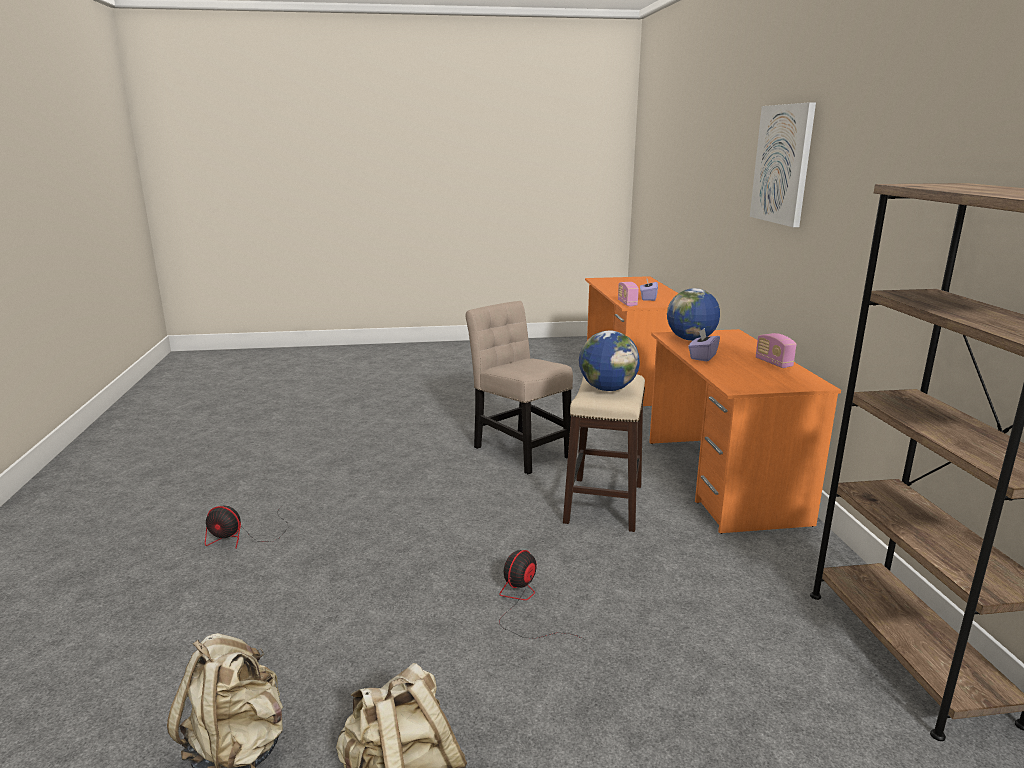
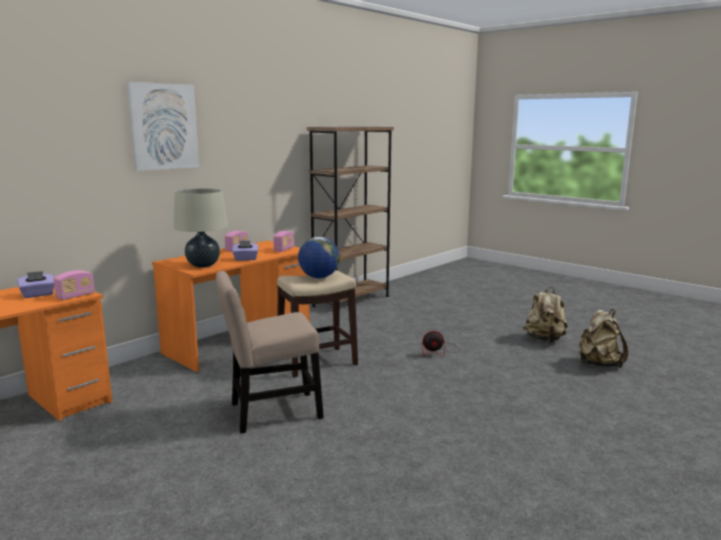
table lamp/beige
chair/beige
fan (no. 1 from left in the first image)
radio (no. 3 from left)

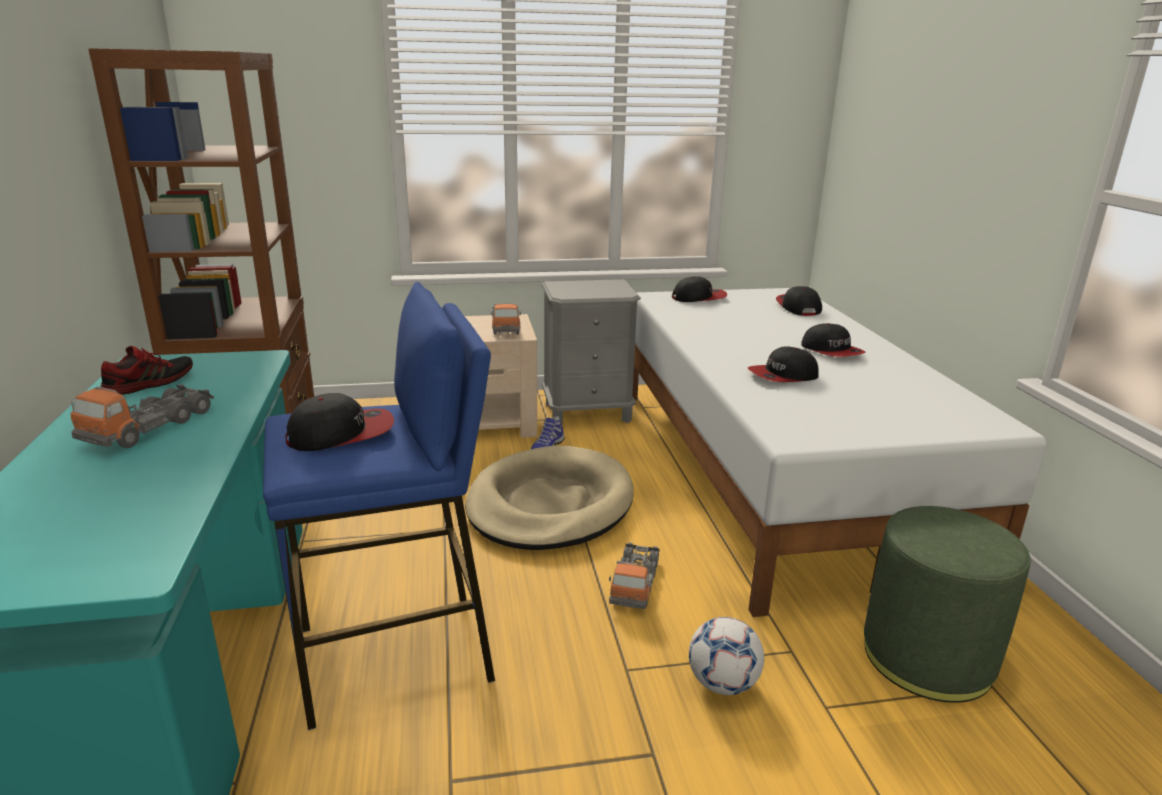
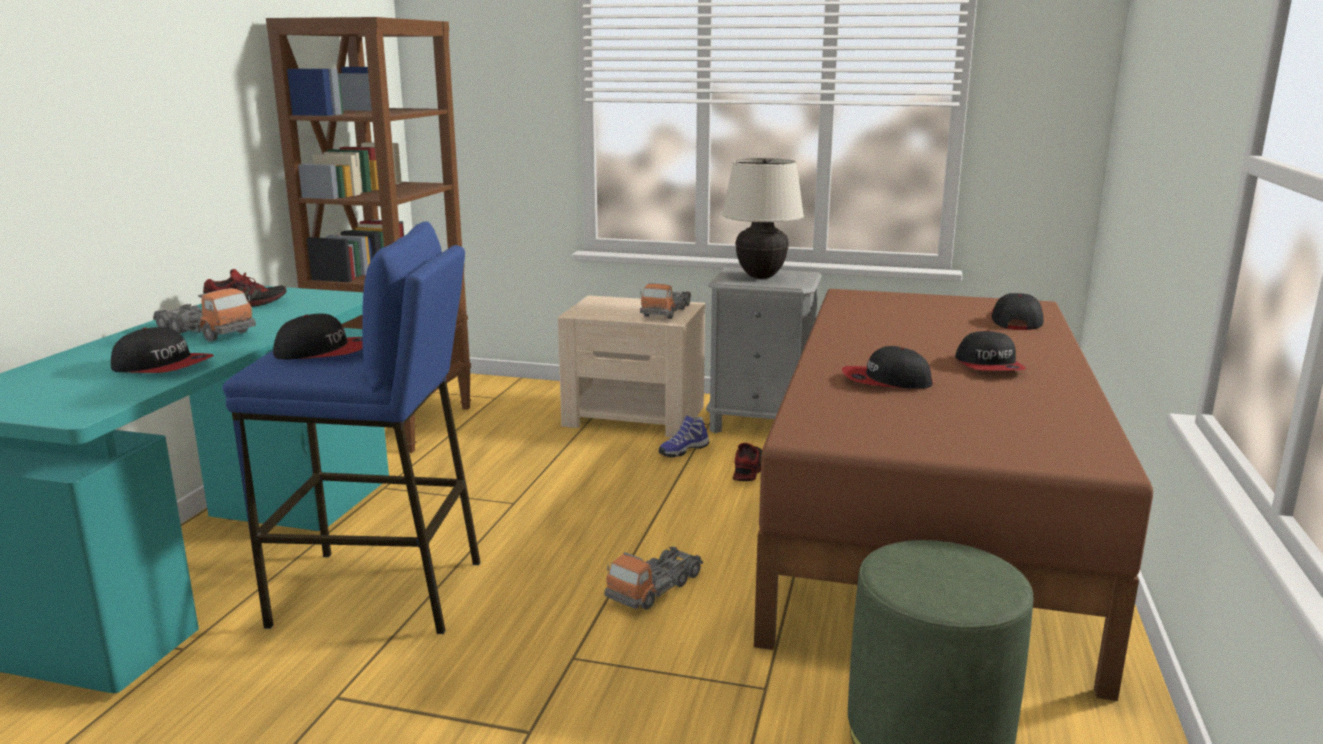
cap (no. 1 from left)
bed/brown
toy truck (no. 1 from left)
dog bed/beige
football
table lamp/beige
shoe (no. 3 from left)

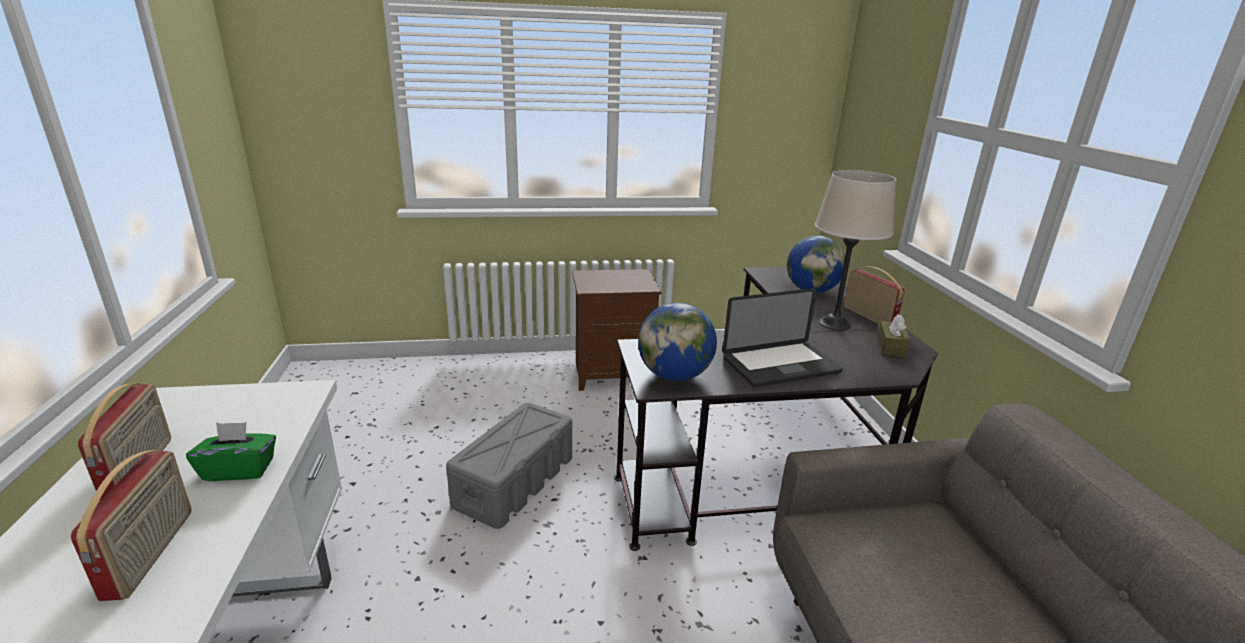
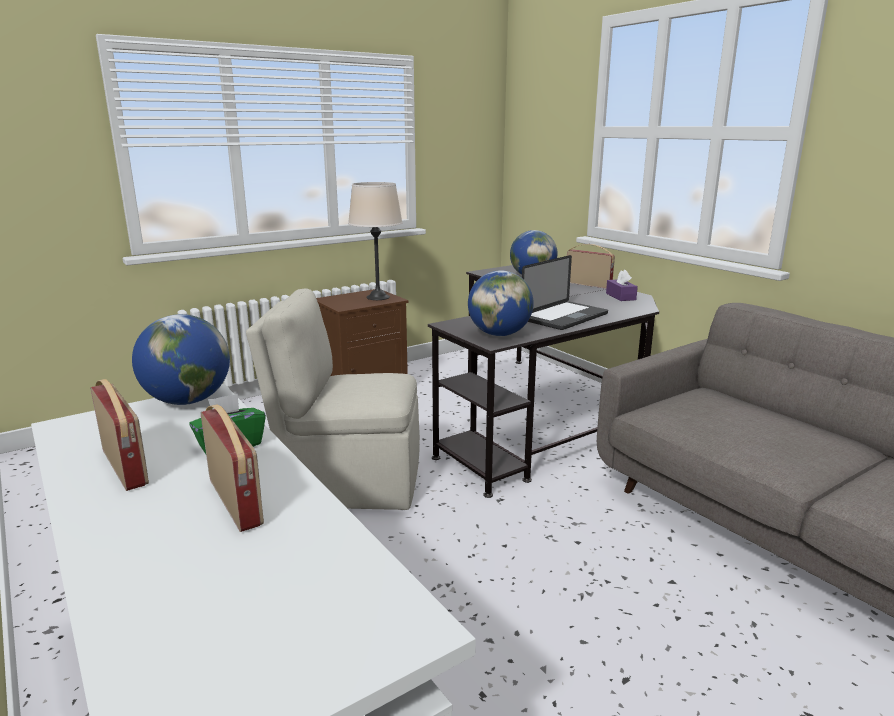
table lamp/beige
tissue box/purple
chair/beige
globe (no. 1 from left)

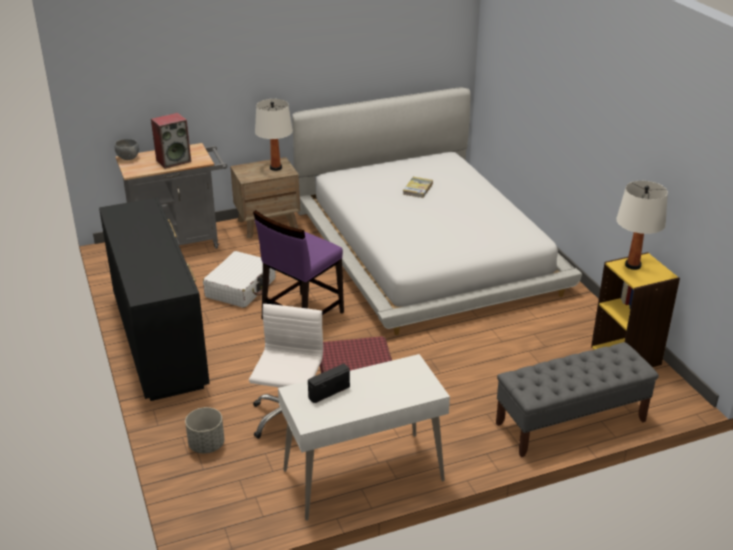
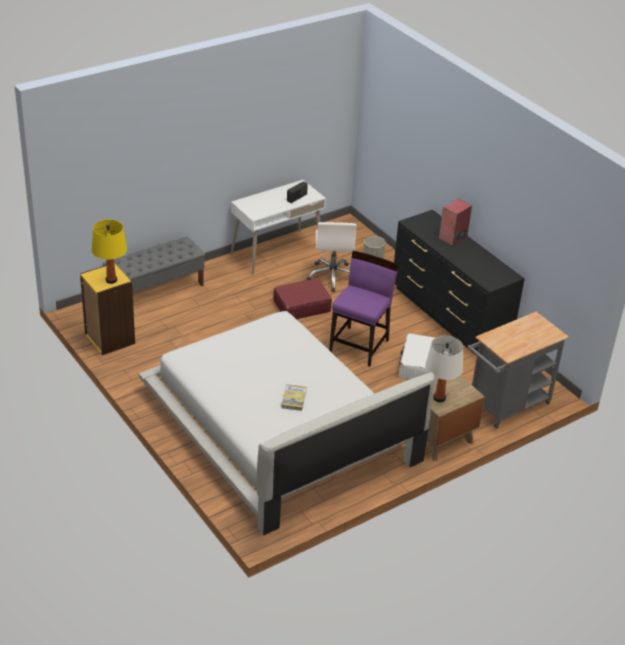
speaker
bowl/grey
table lamp/yellow

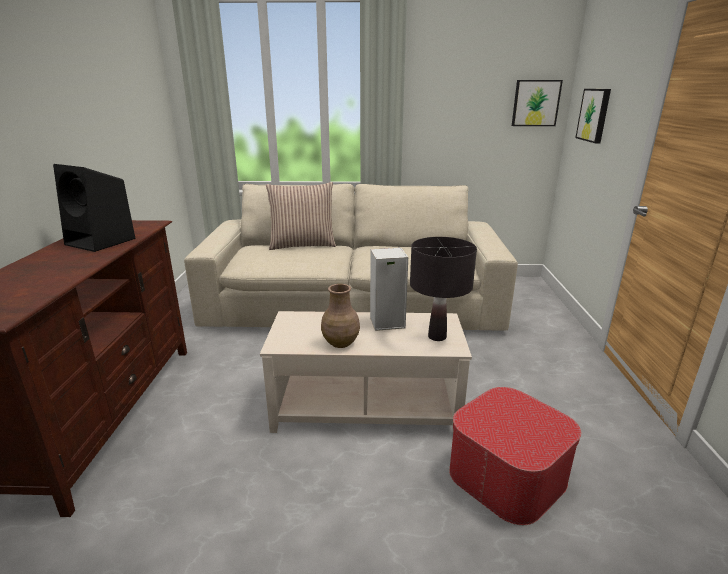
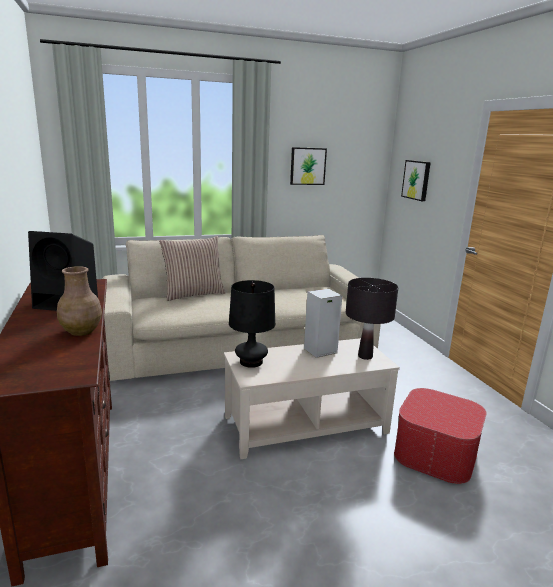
picture (no. 1 from left)
vase/brown
table lamp/black (no. 1 from left)

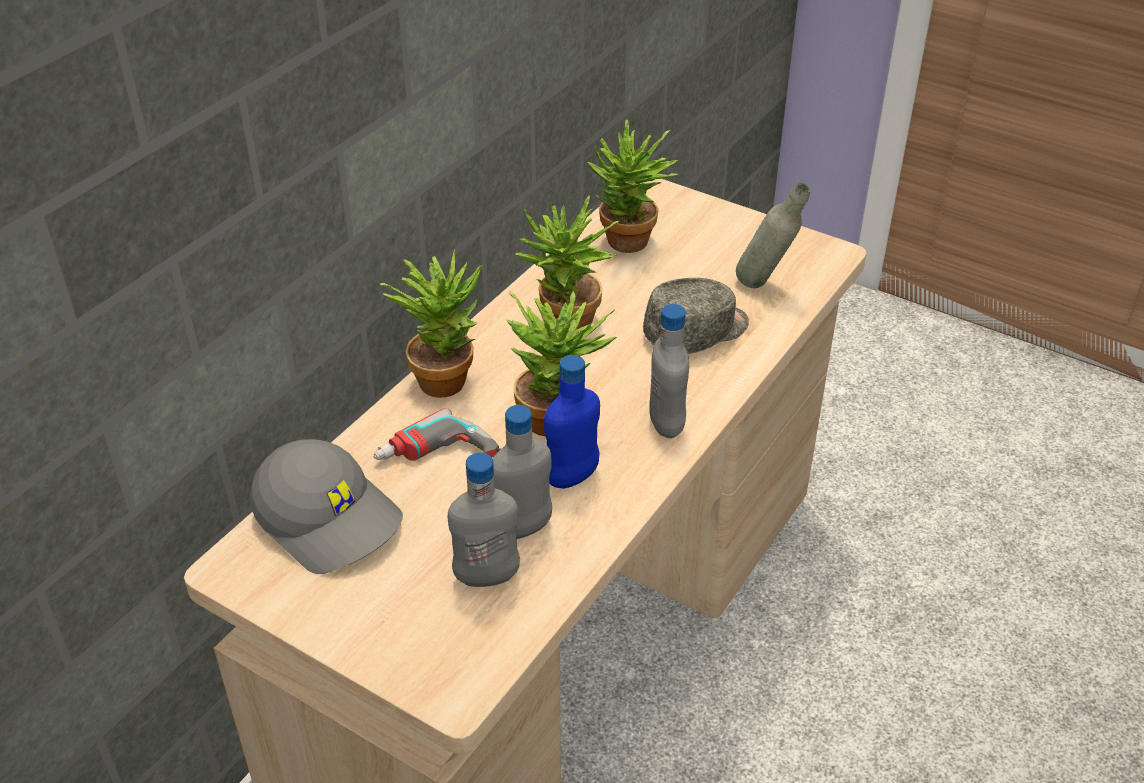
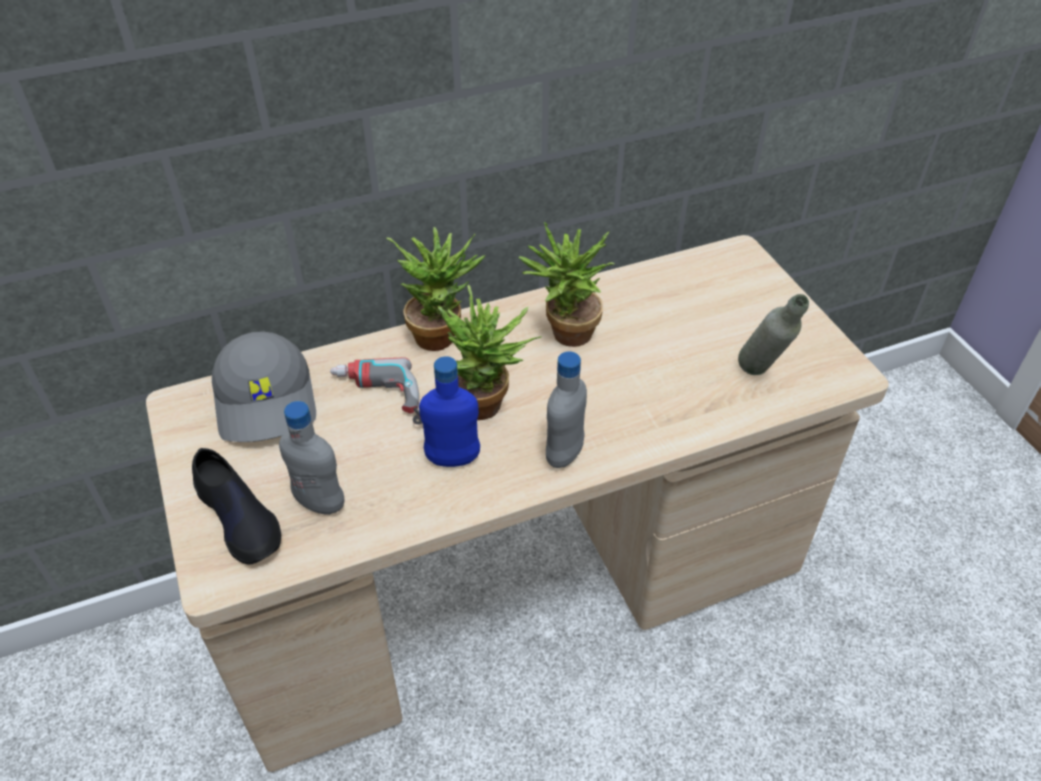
potted plant (no. 4 from left in the first image)
cap/grey (no. 2 from left in the first image)
bottle/grey (no. 2 from left in the first image)
shoe/black

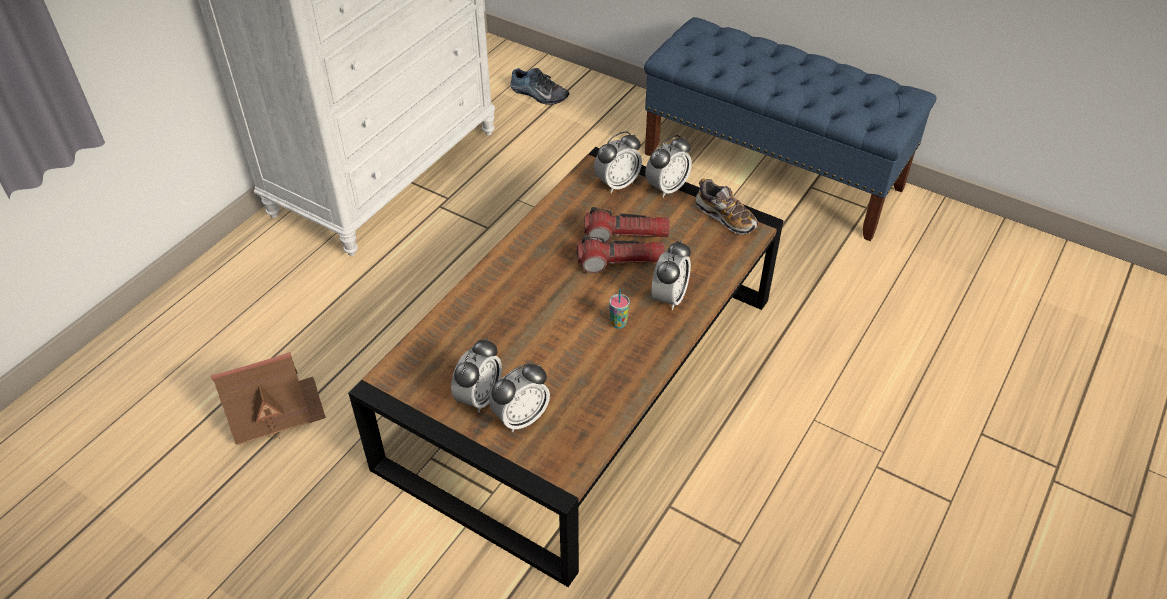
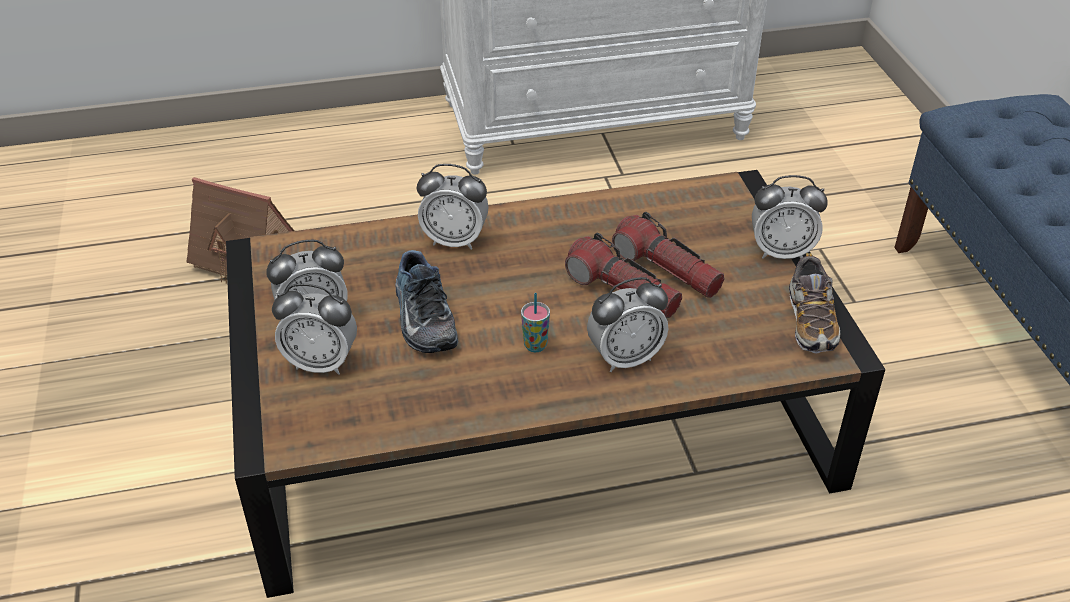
shoe (no. 1 from left)
alarm clock (no. 3 from left)

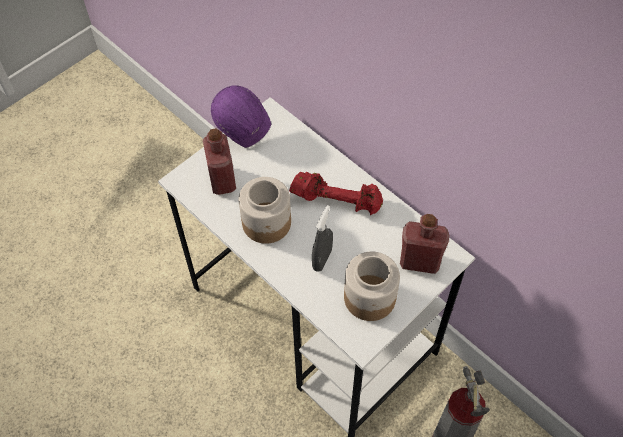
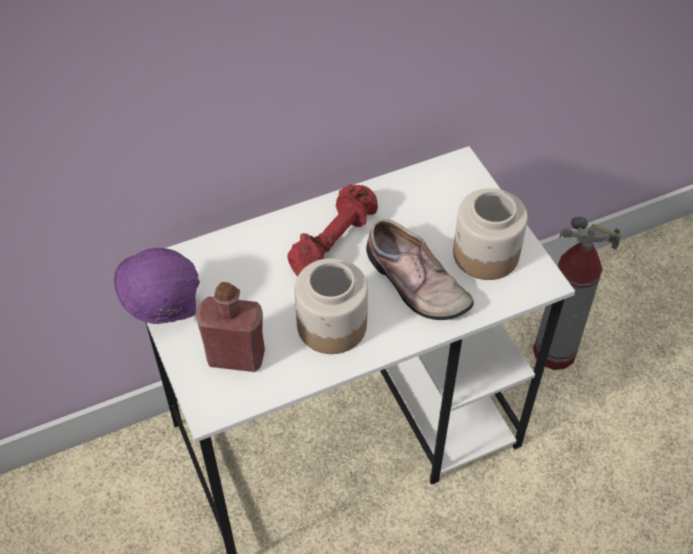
shoe
bottle/red (no. 2 from left in the first image)

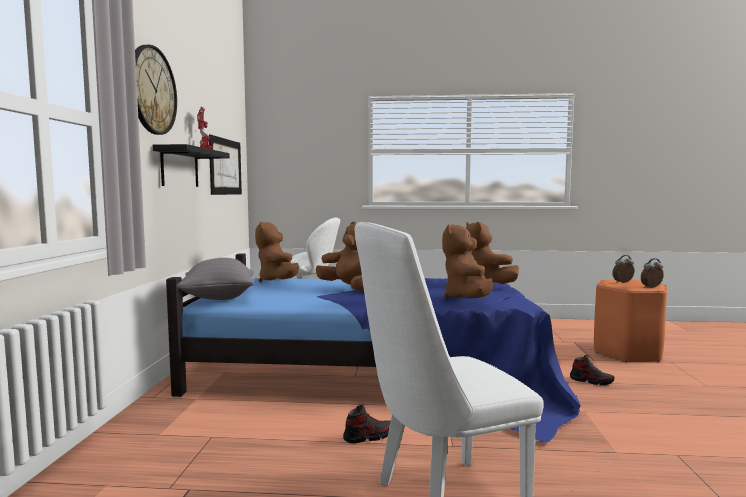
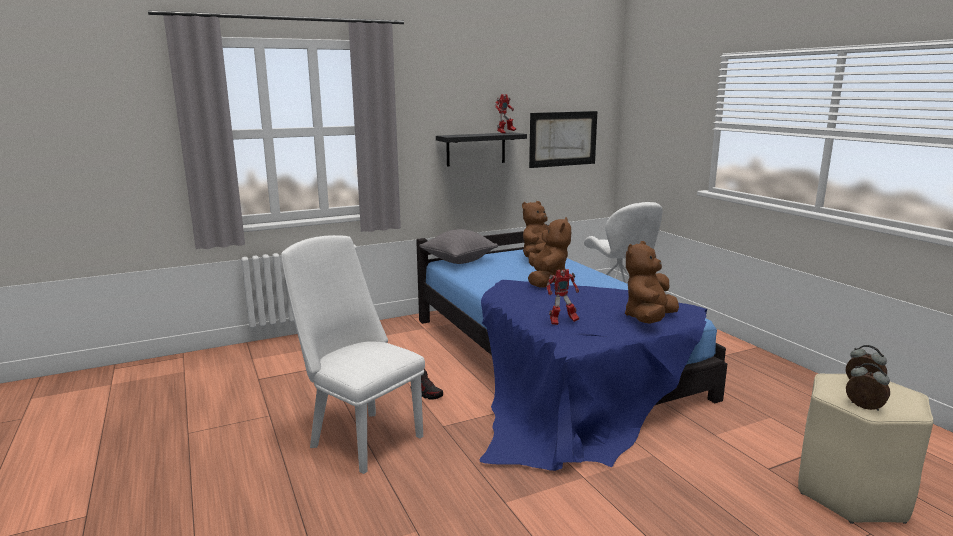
wall clock
toy robot (no. 2 from left)
stool/beige
shoe (no. 2 from left in the first image)

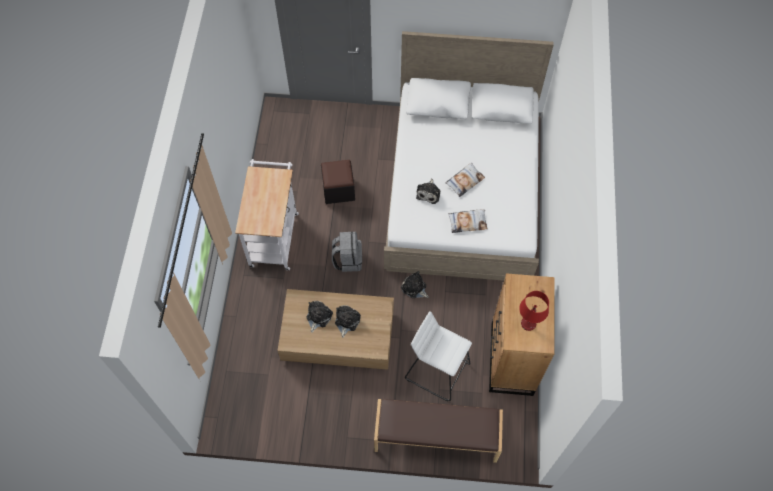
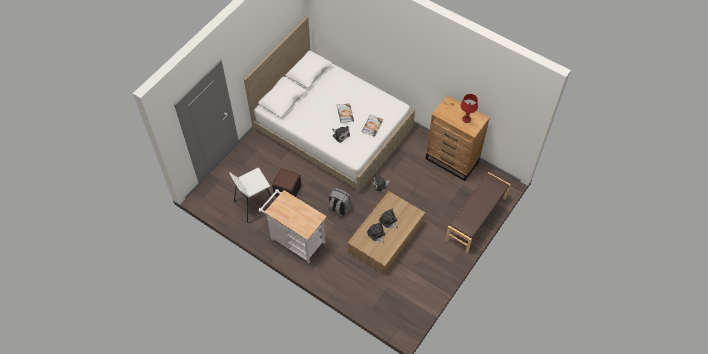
stool/white

